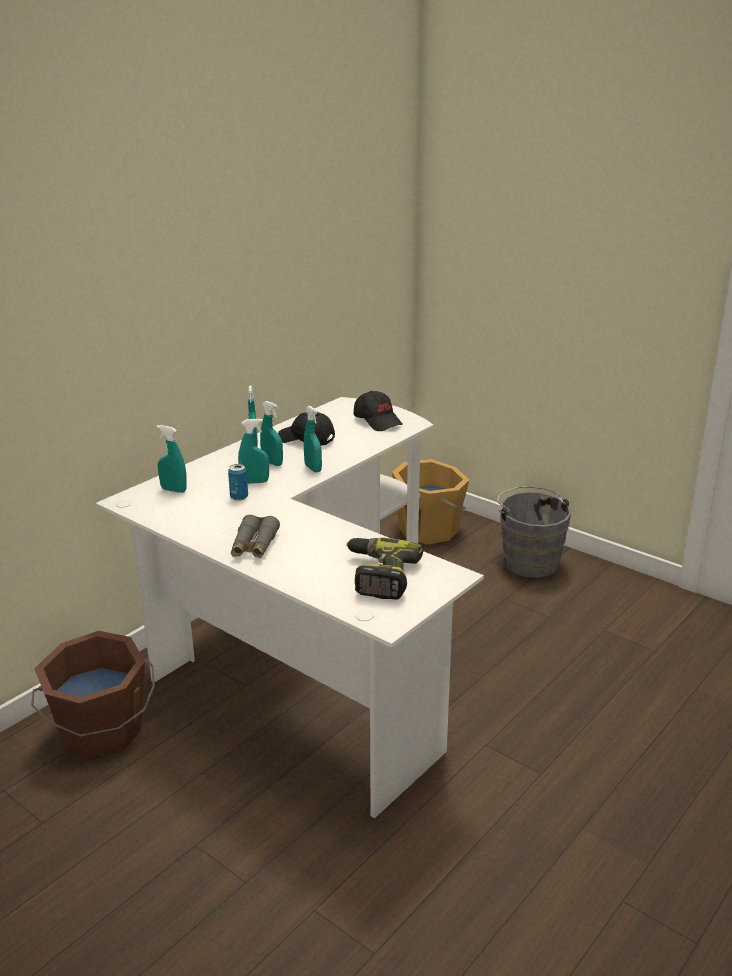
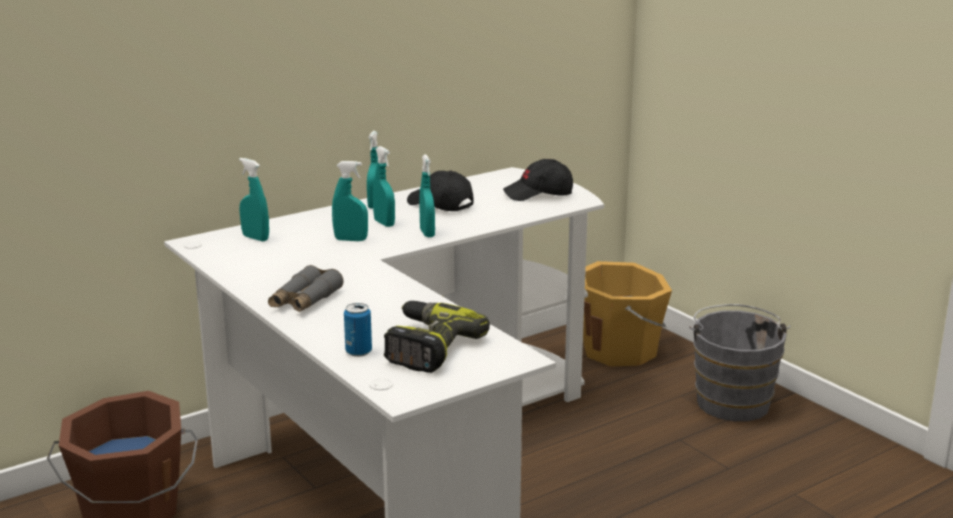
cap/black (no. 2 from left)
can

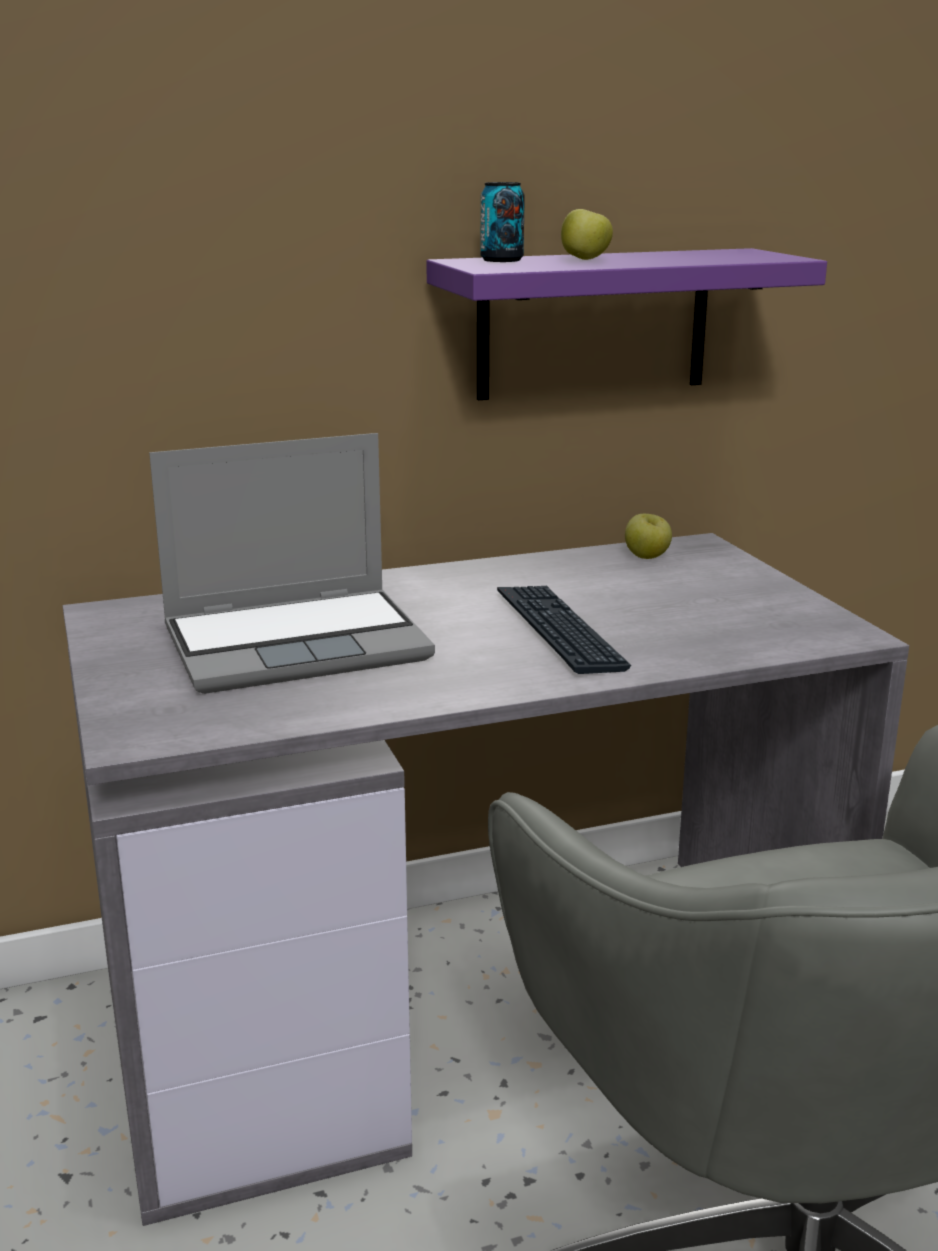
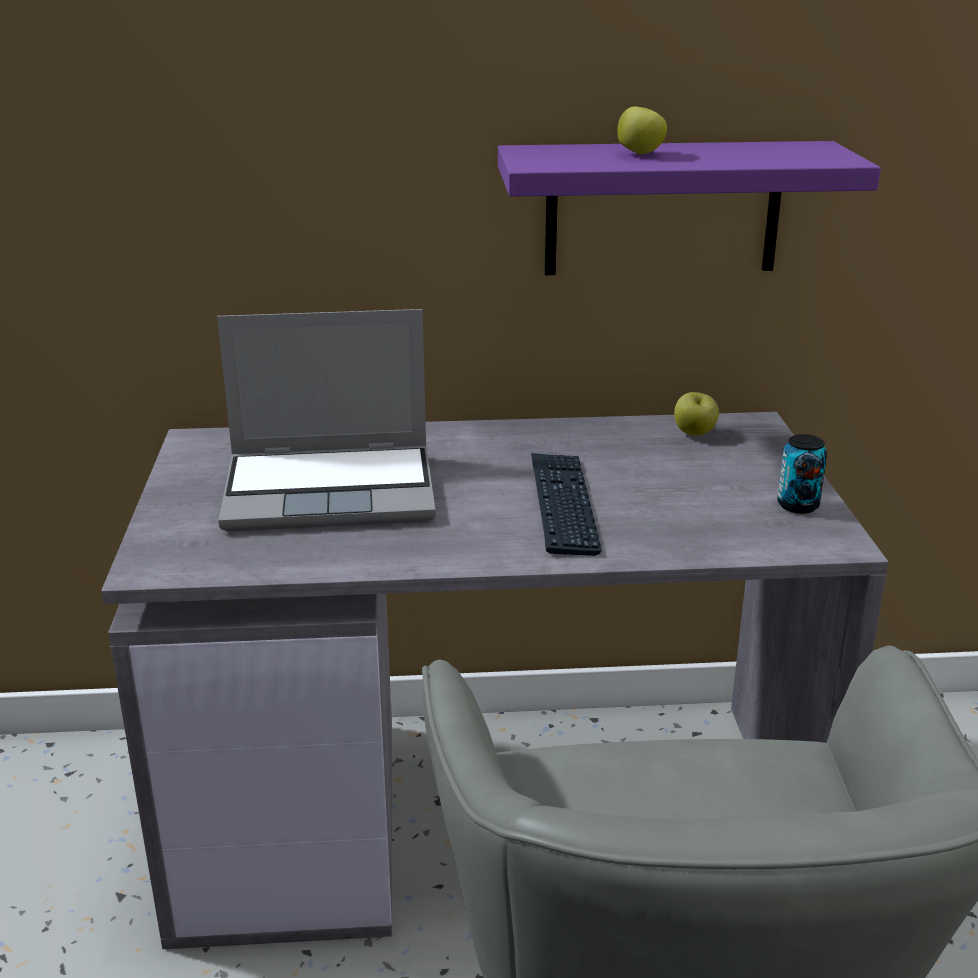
can

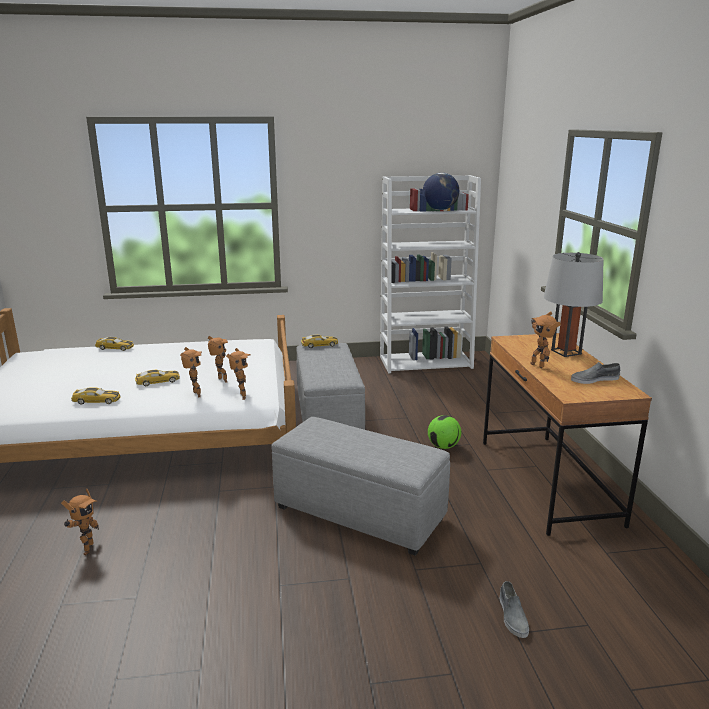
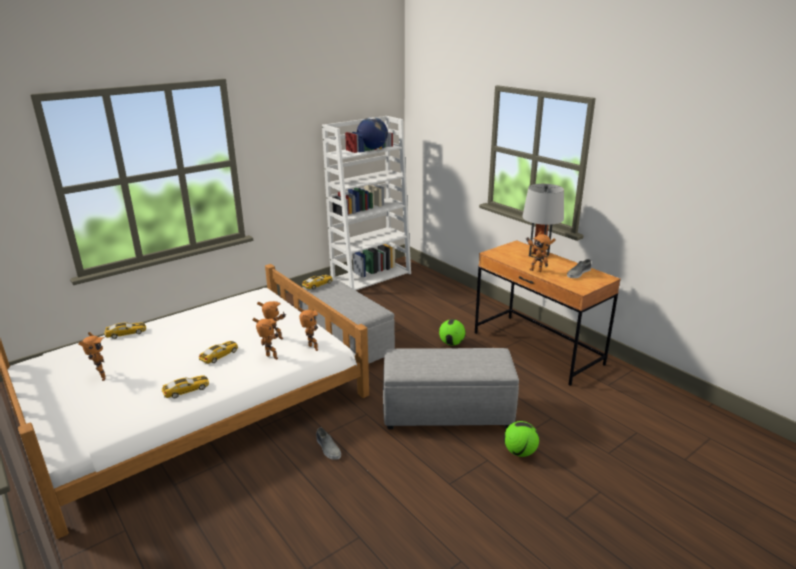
toy robot (no. 1 from left)
shoe/grey (no. 1 from left)
football (no. 2 from left)

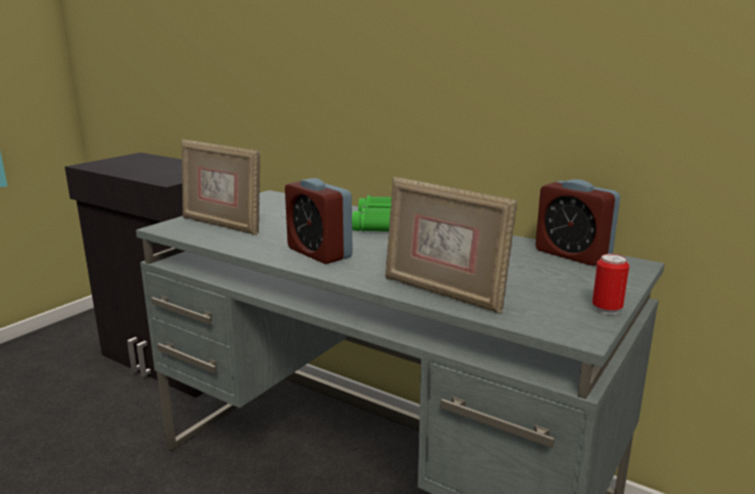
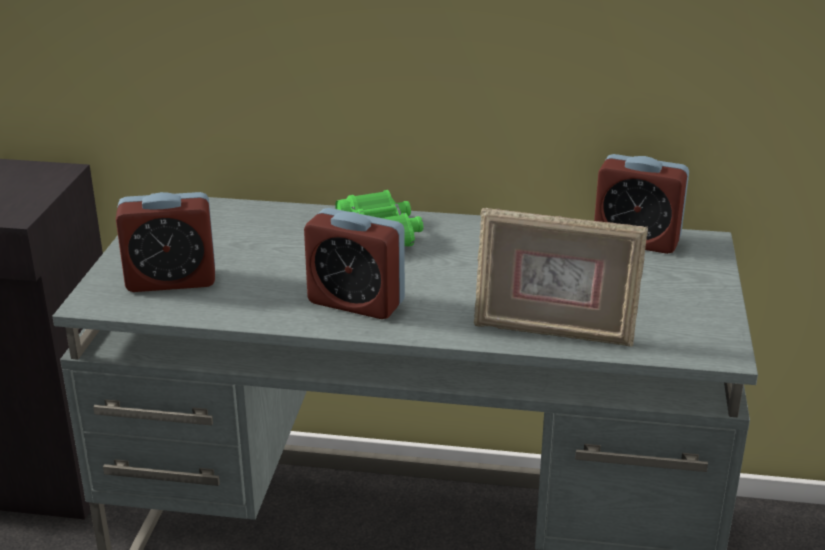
alarm clock (no. 1 from left)
can

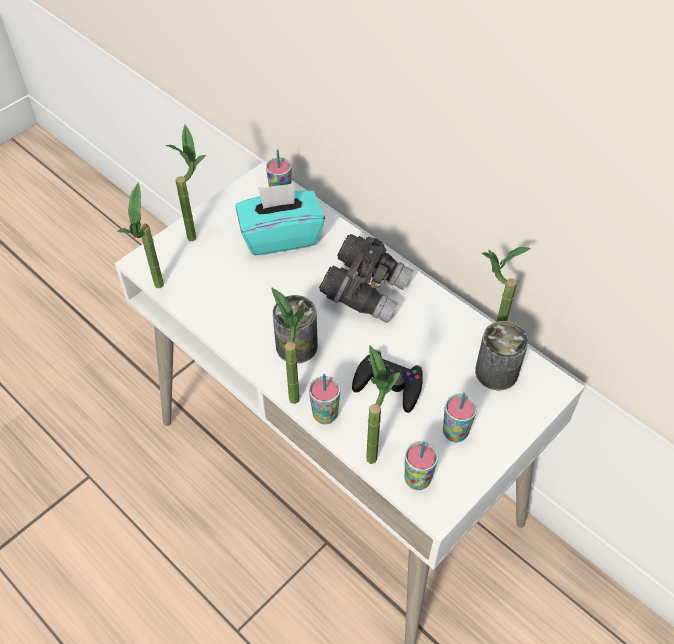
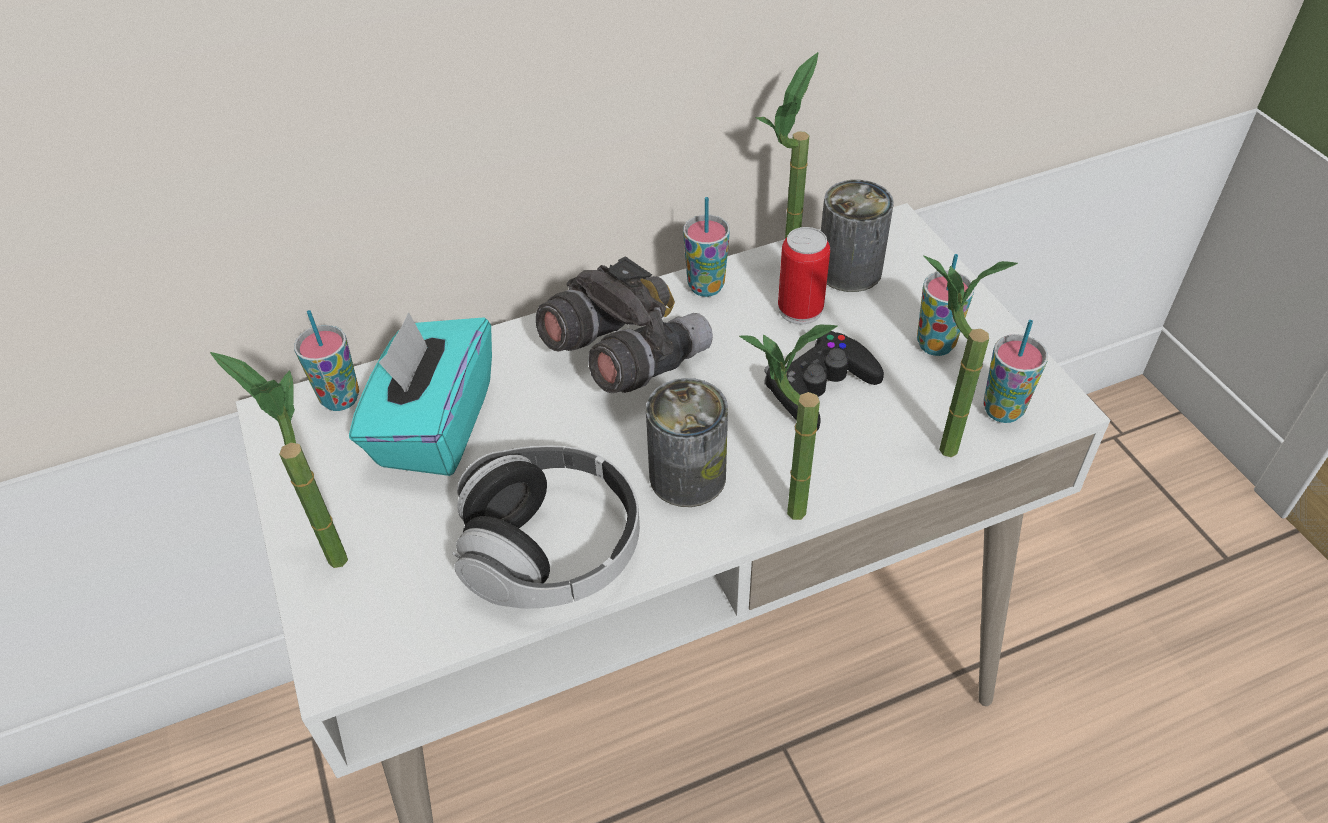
potted plant (no. 1 from left in the first image)
cup (no. 2 from left)
can (no. 2 from left)
headphones

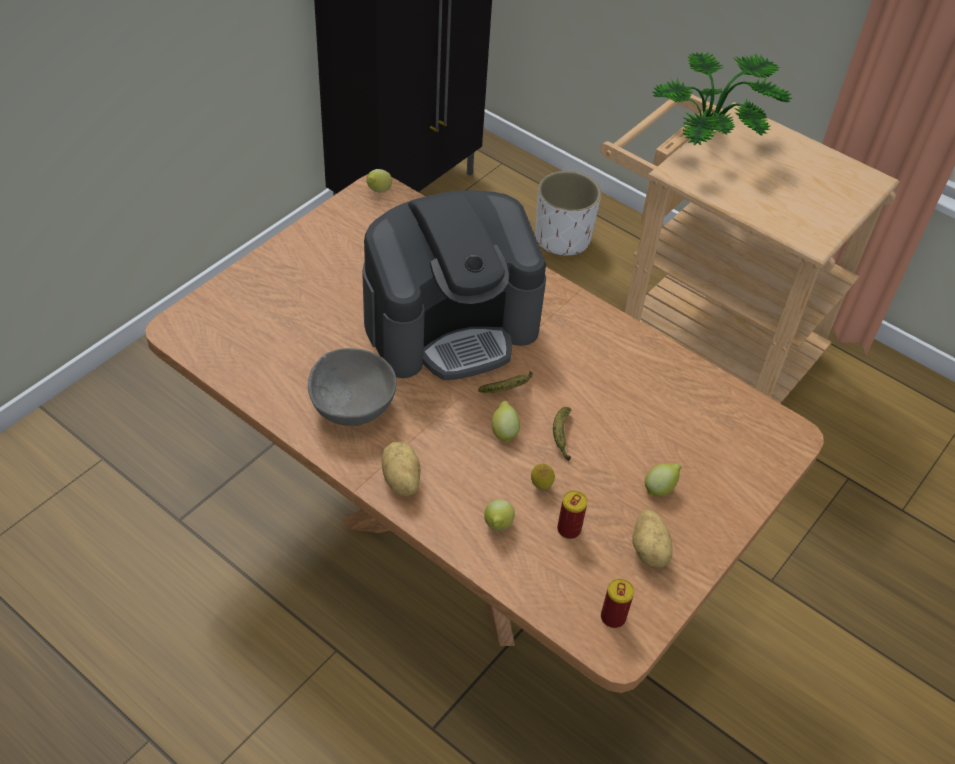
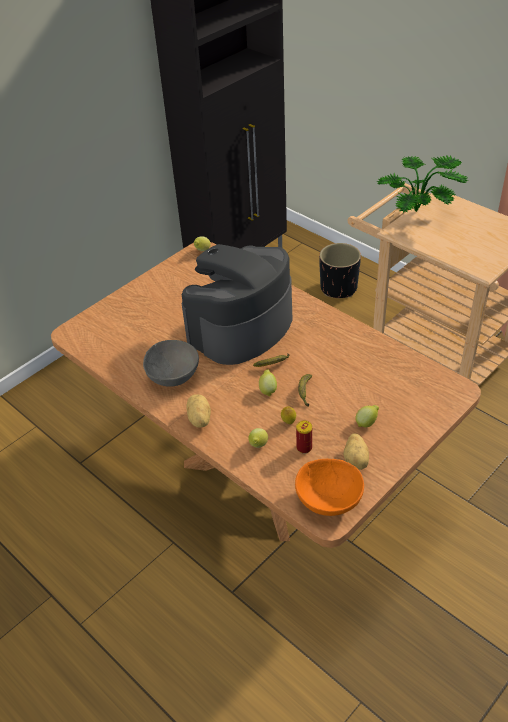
planter/black
coffee machine
bowl/orange

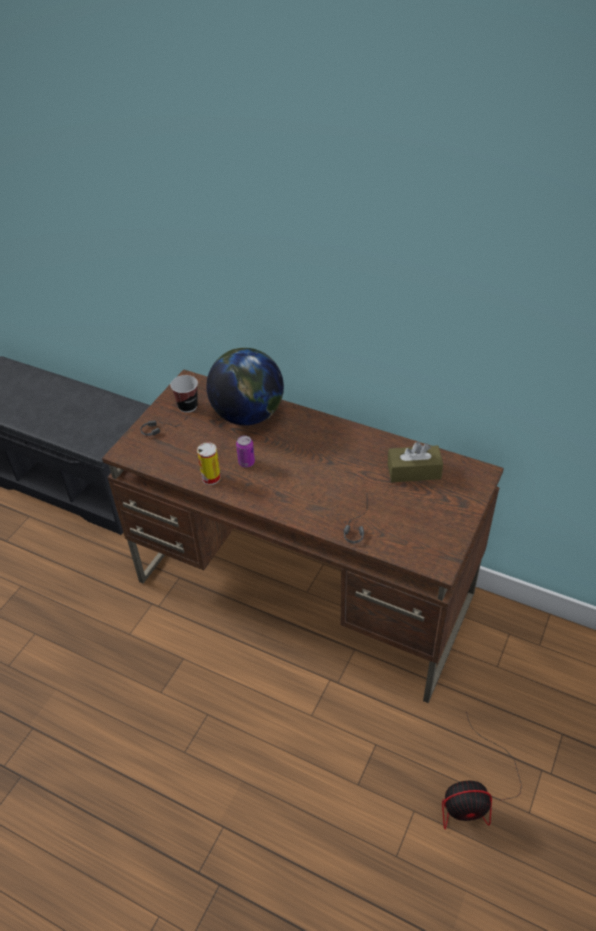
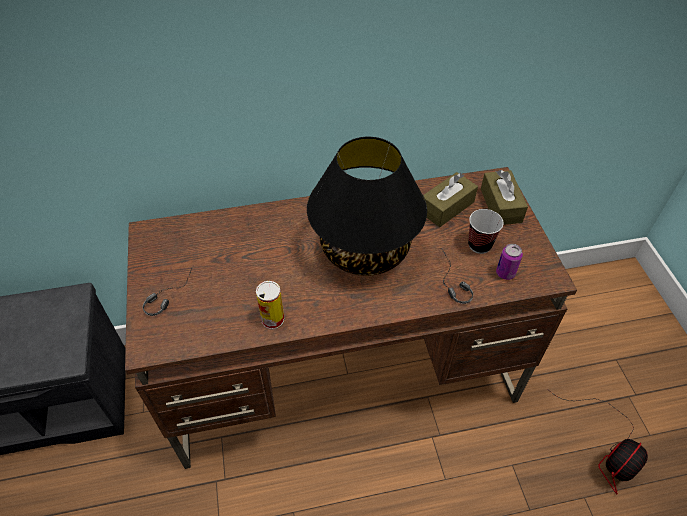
globe
cup
can (no. 2 from left)
table lamp/black
tissue box/brown (no. 2 from left)

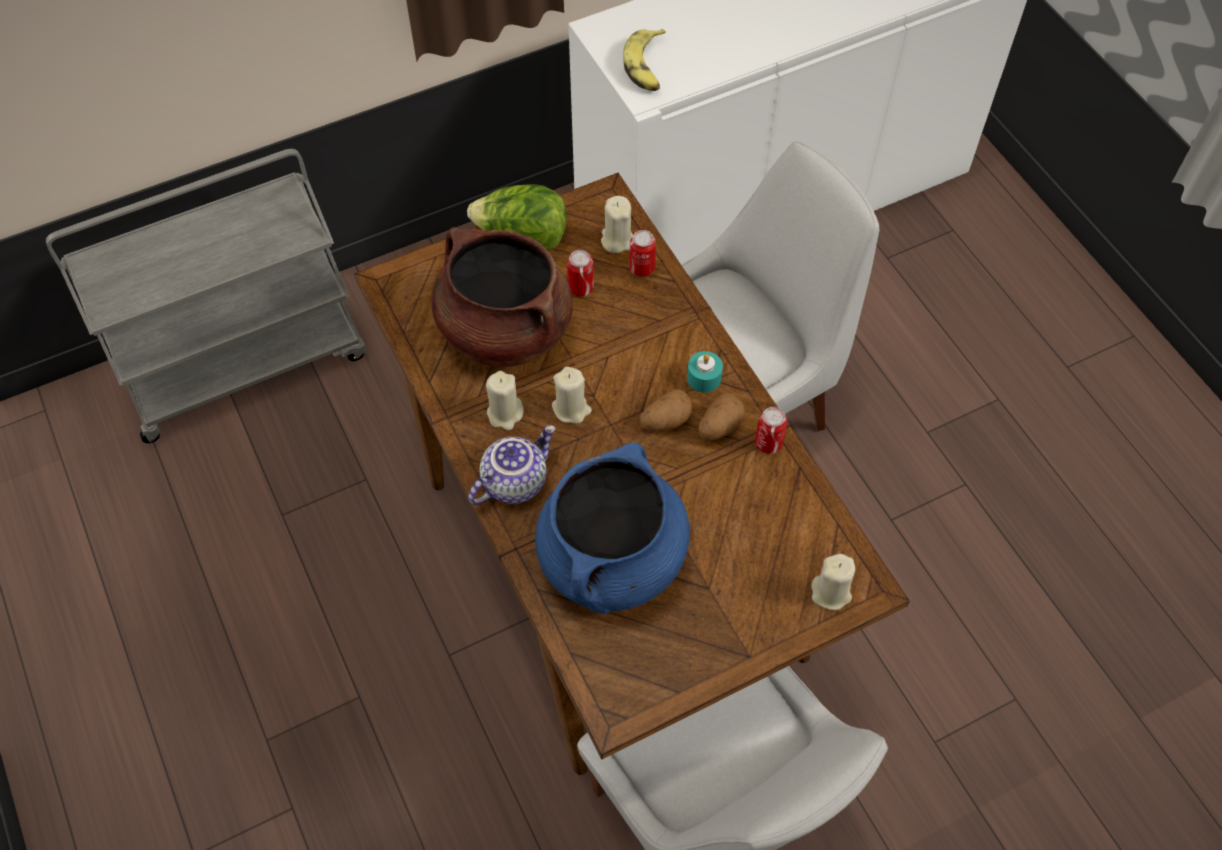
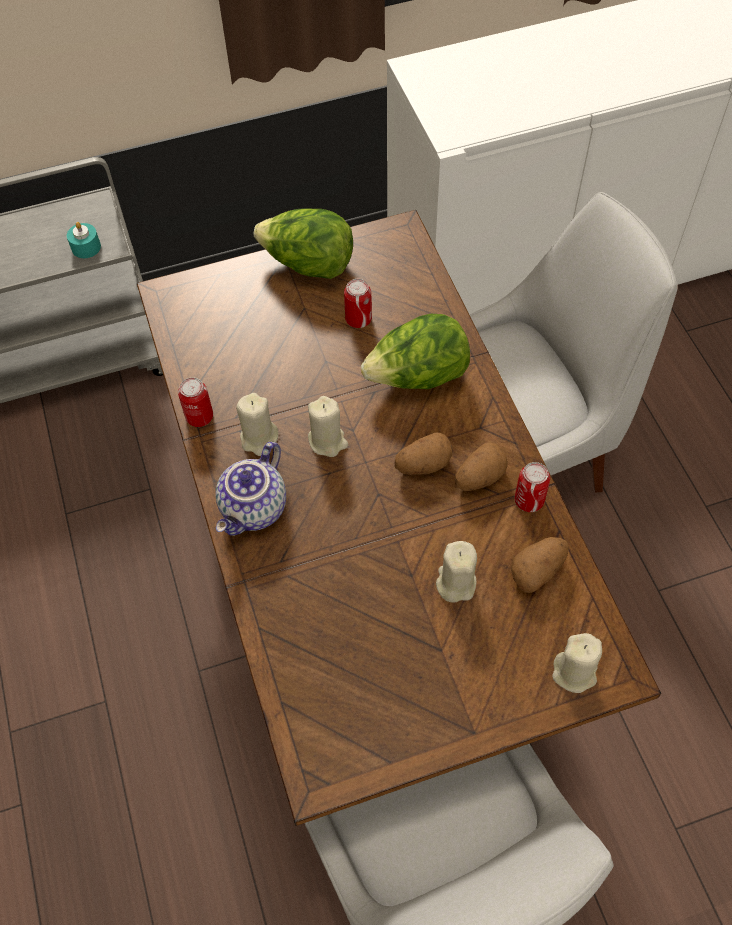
banana
candle/beige (no. 3 from left)
cooking pot/brown
can (no. 1 from left)
candle/turquoise
teapot
cooking pot/blue
lettuce (no. 2 from left)
potato (no. 3 from left)

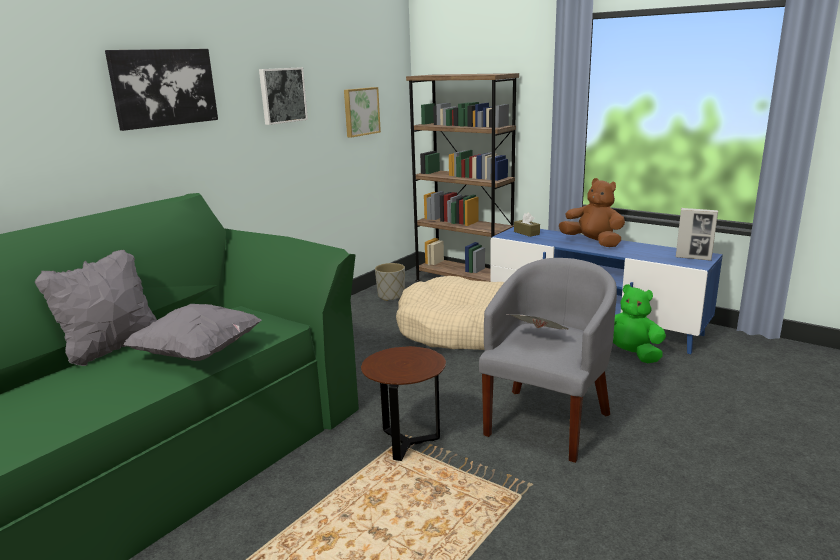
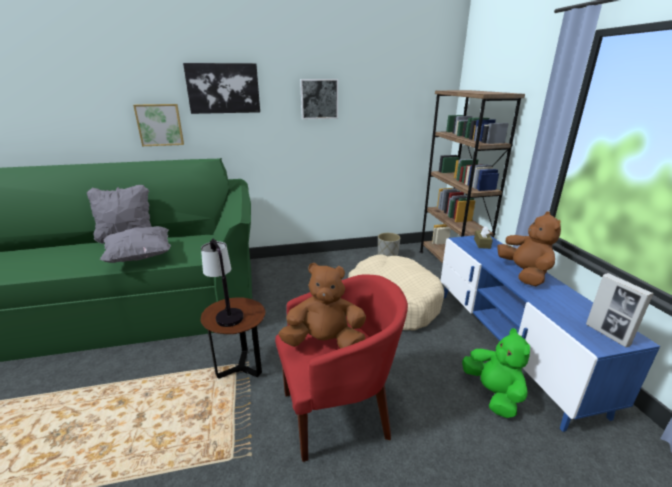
picture (no. 1 from left)
armchair/red
plush toy/brown (no. 1 from left)
table lamp

